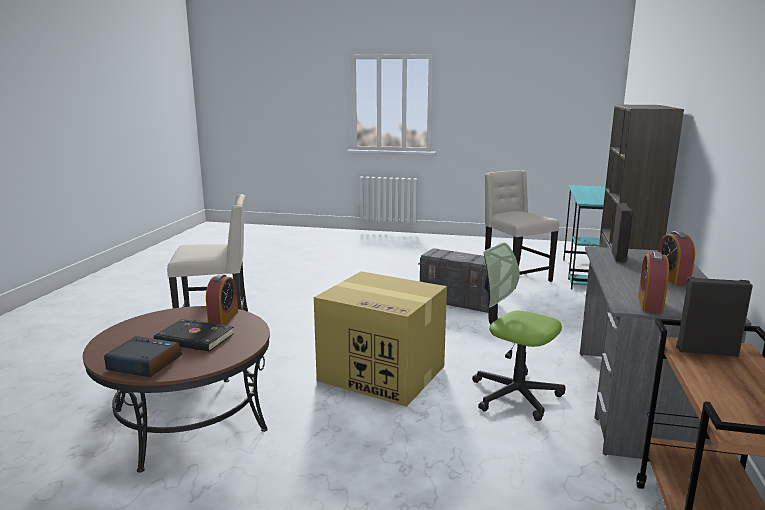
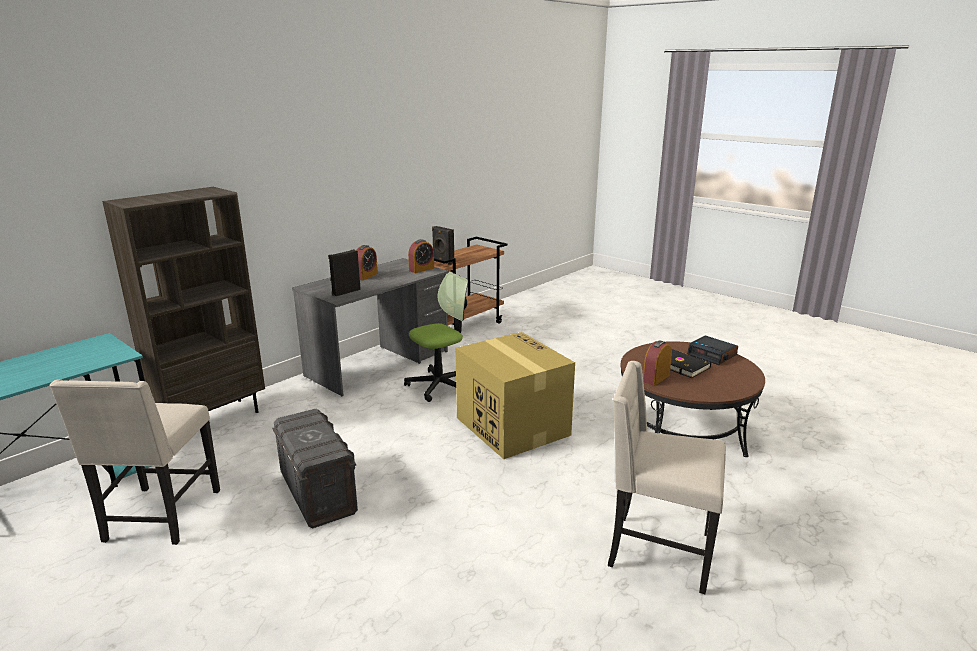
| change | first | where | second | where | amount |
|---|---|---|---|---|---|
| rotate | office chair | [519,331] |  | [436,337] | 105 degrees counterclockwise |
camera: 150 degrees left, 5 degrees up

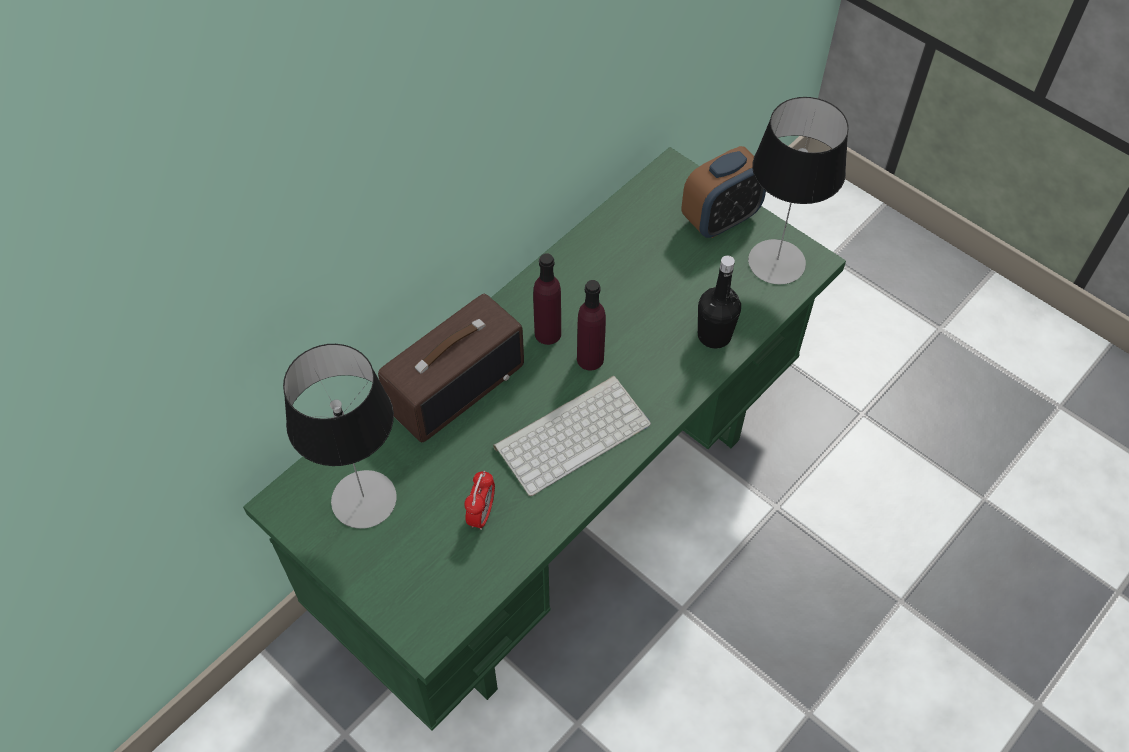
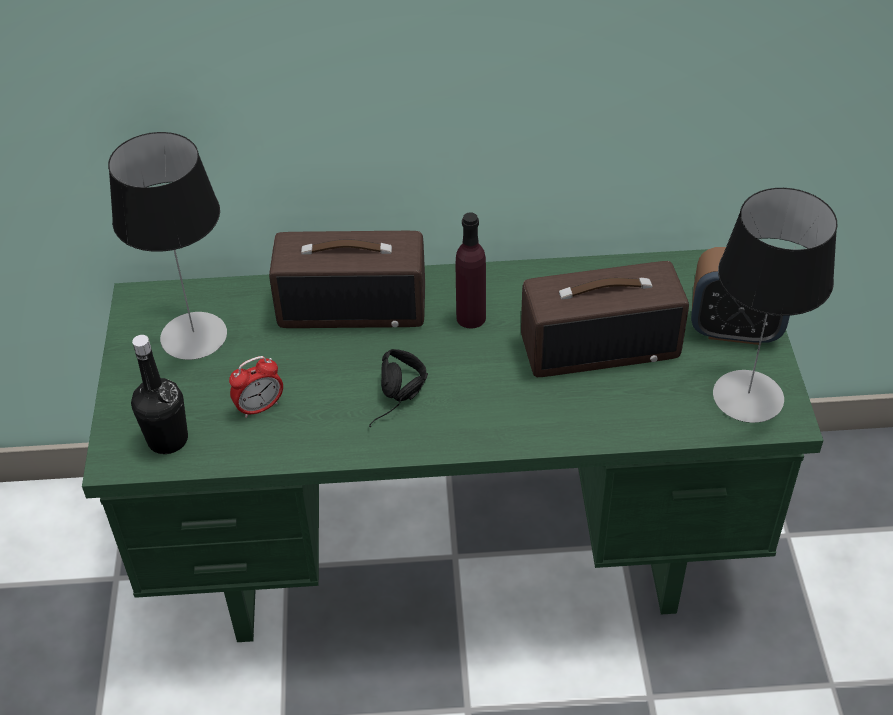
| change | first | where | second | where | amount |
|---|---|---|---|---|---|
| delete | bottle in purple | [591,325] |  |  |  |
| insert |  |  | radio | [605,319] |  |
| move | bottle in black | [719,302] |  | [159,394] |  |
| replace | keyboard | [572,436] | headphones in black | [398,388] |  |
camera: 45 degrees right, 10 degrees down

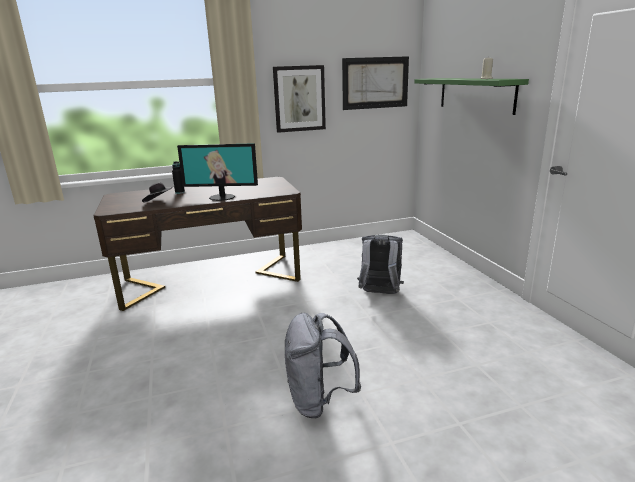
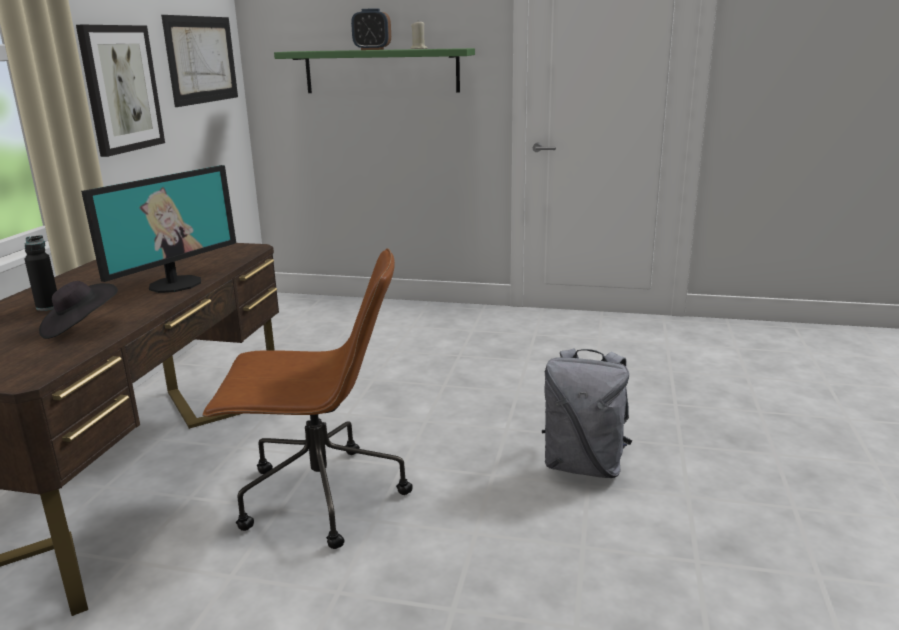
| change | first | where | second | where | amount |
|---|---|---|---|---|---|
| delete | backpack in grey | [380,264] |  |  |  |
| insert |  |  | office chair in brown | [307,398] |  |
| insert |  |  | alarm clock | [371,29] |  |
camera: 60 degrees left, 0 degrees up

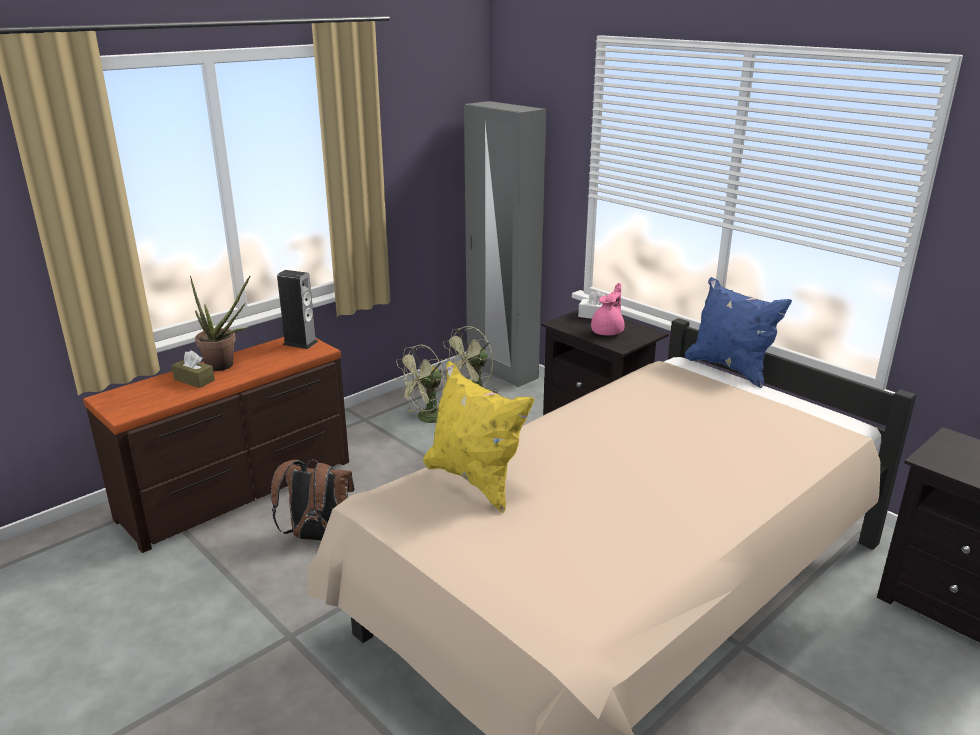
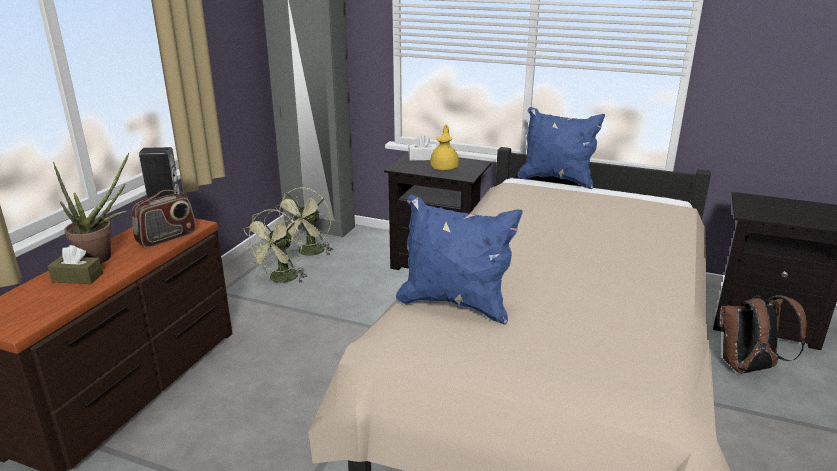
| change | first | where | second | where | amount |
|---|---|---|---|---|---|
| insert |  |  | radio | [164,218] |  |
| move | backpack in brown | [312,500] |  | [763,334] |  |
| recolor | pillow in yellow | [479,437] | pillow in blue | [459,260] |  |
| recolor | teapot in pink | [608,309] | teapot in yellow | [444,147] |  |
camera: 25 degrees left, 0 degrees up

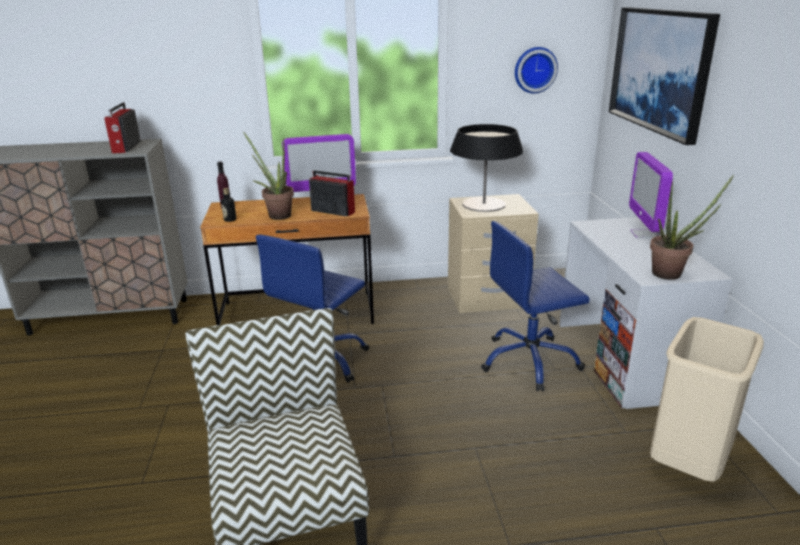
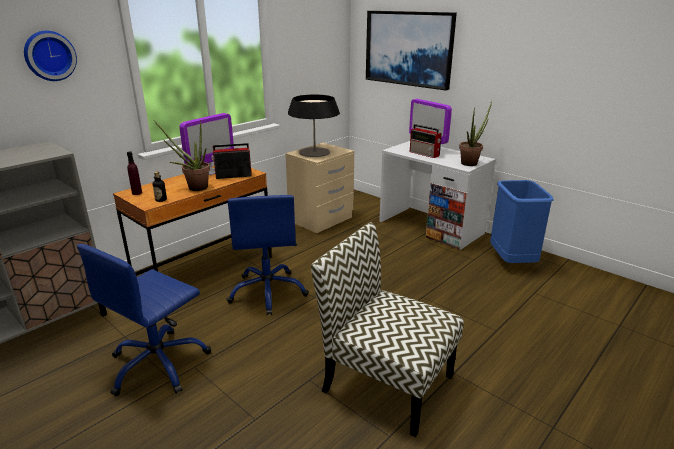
| change | first | where | second | where | amount |
|---|---|---|---|---|---|
| move | radio | [122,127] |  | [426,141] |  |
| move | office chair in blue | [535,306] |  | [144,320] |  |
| move | wall clock | [536,70] |  | [50,56] |  |
| recolor | trash can in beige | [707,399] | trash can in blue | [522,221] |  |
camera: 40 degrees left, 0 degrees up

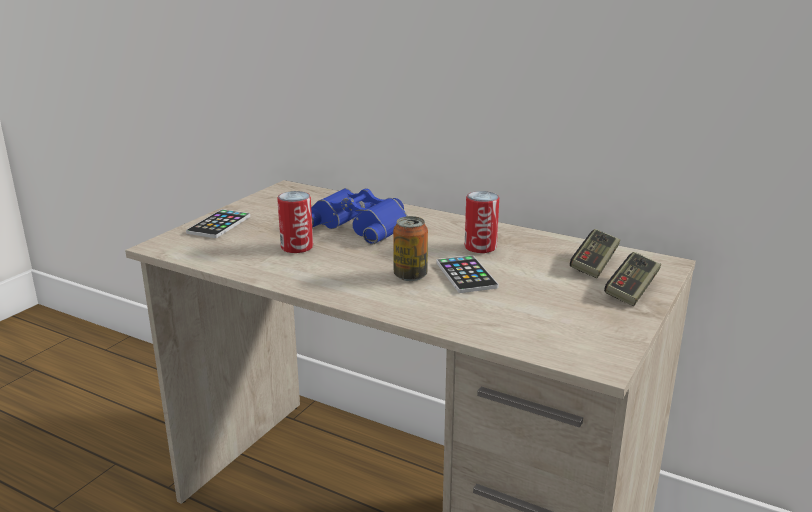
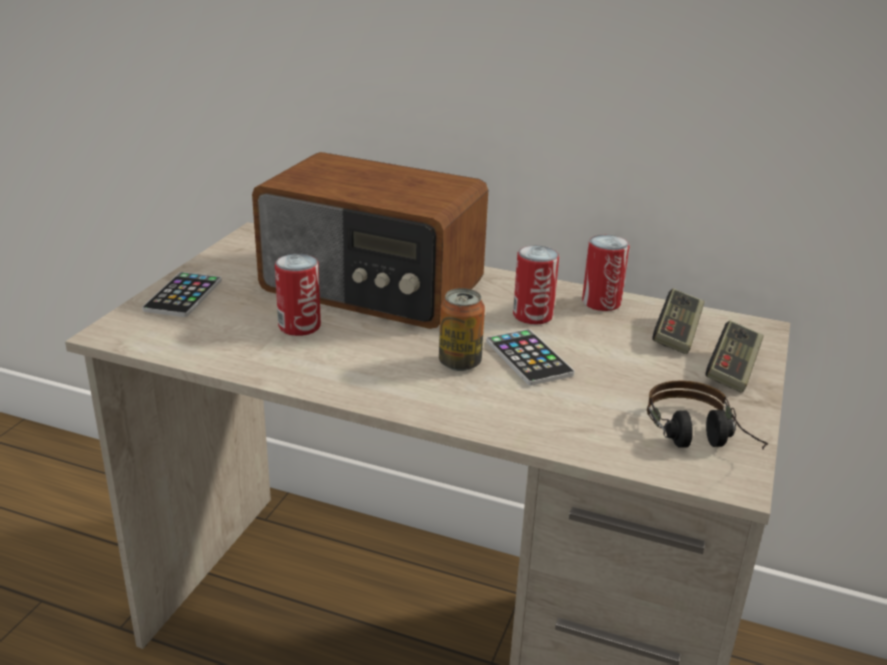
| change | first | where | second | where | amount |
|---|---|---|---|---|---|
| insert |  |  | can | [605,273] |  |
| insert |  |  | headphones | [707,415] |  |
| replace | binoculars in blue | [359,216] | radio | [370,240] |  |
camera: 10 degrees left, 5 degrees up

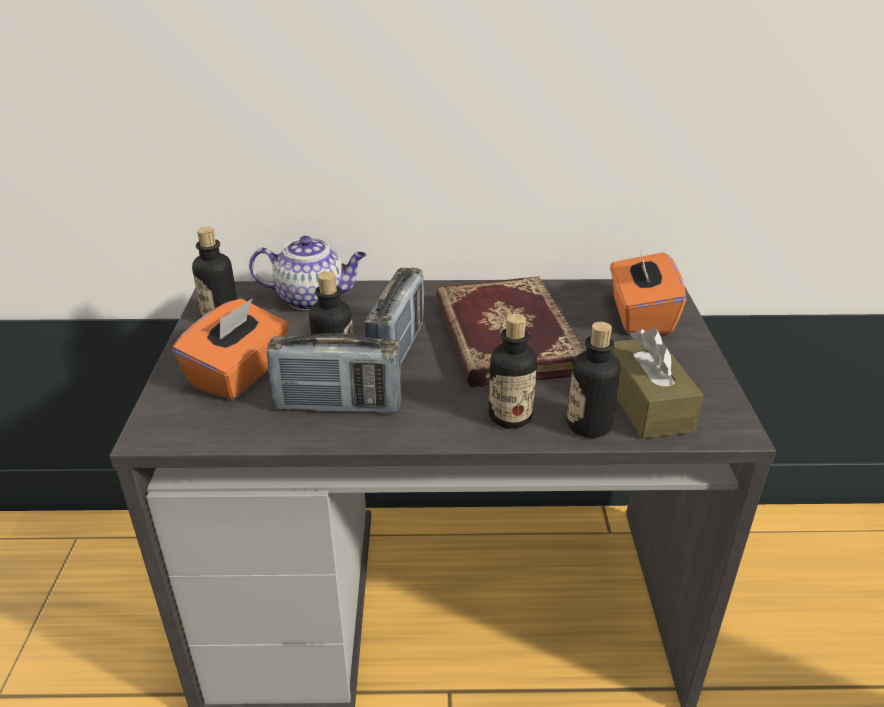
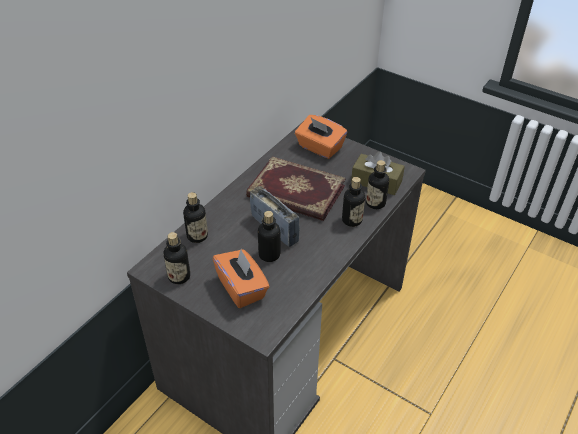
| change | first | where | second | where | amount |
|---|---|---|---|---|---|
| delete | radio | [334,373] |  |  |  |
| replace | teapot | [307,273] | bottle | [195,217] |  |
camera: 55 degrees left, 10 degrees up

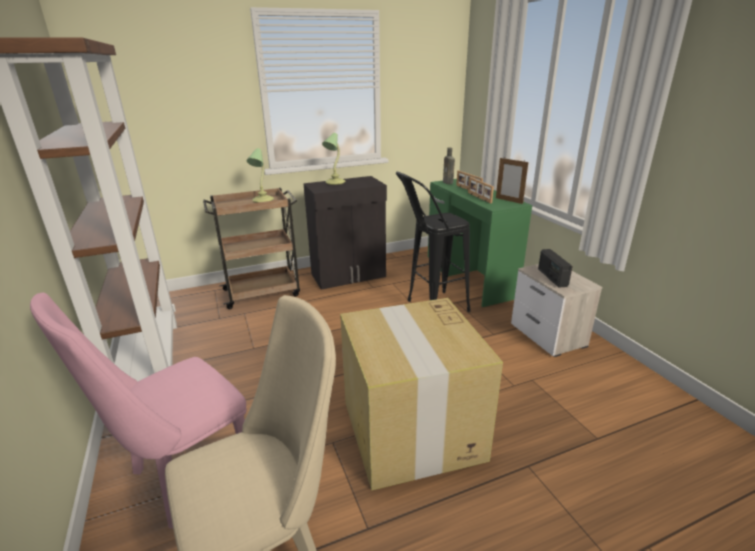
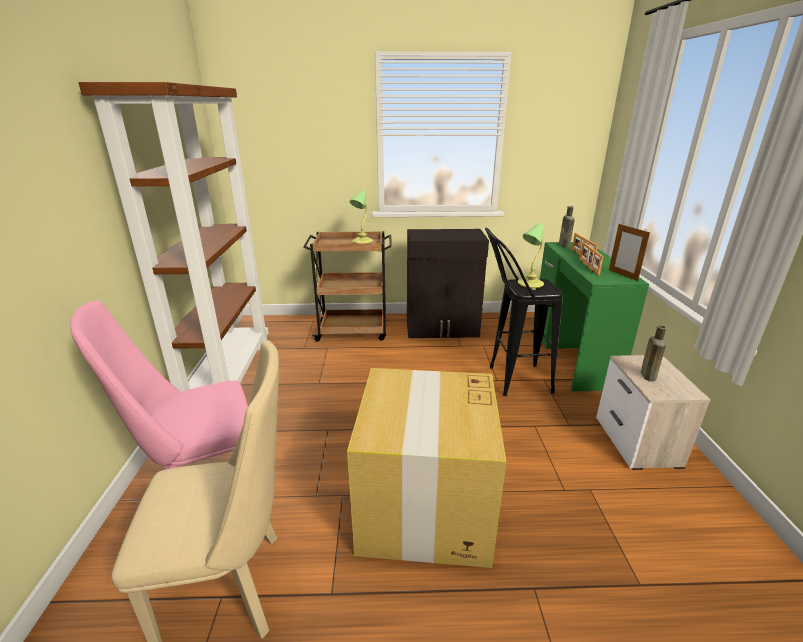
| change | first | where | second | where | amount |
|---|---|---|---|---|---|
| move | table lamp | [333,159] |  | [531,255] |  |
| replace | radio | [555,268] | bottle in brown | [654,353] |  |
camera: 20 degrees right, 0 degrees up

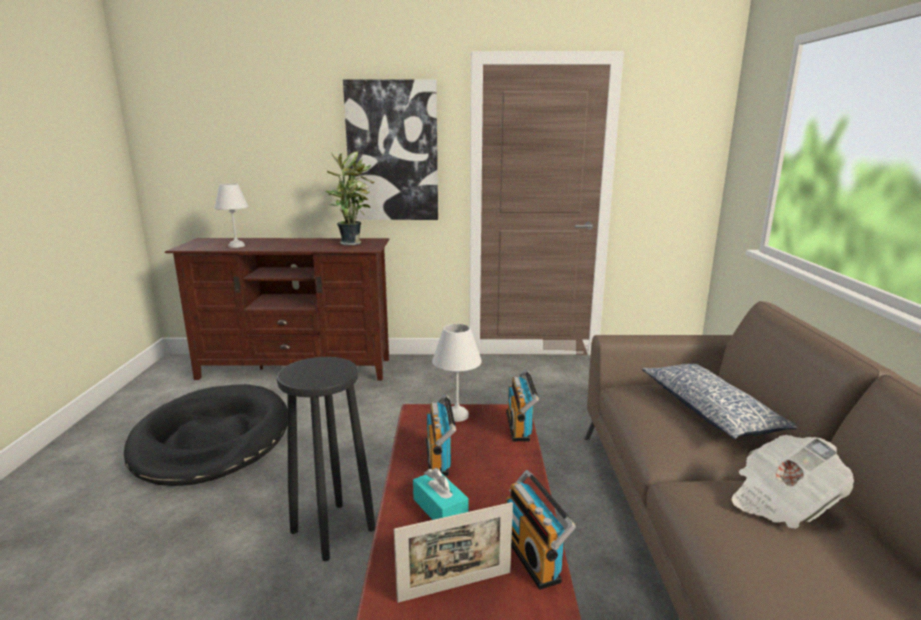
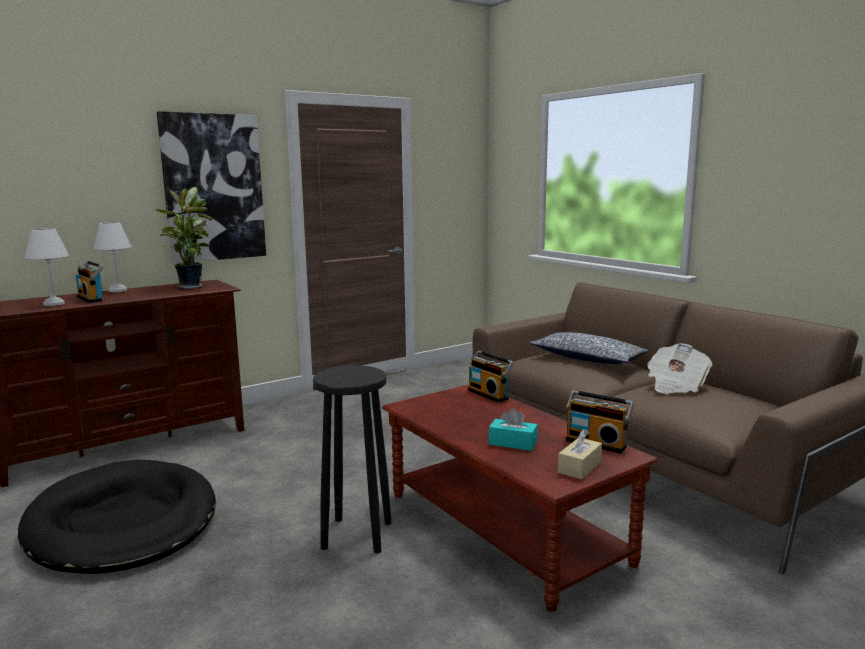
| change | first | where | second | where | amount |
|---|---|---|---|---|---|
| move | radio | [441,435] |  | [90,282] |  |
| move | table lamp in white | [457,373] |  | [112,257] |  |
| replace | picture frame | [453,552] | tissue box in beige | [580,454] |  |
camera: 35 degrees left, 5 degrees down

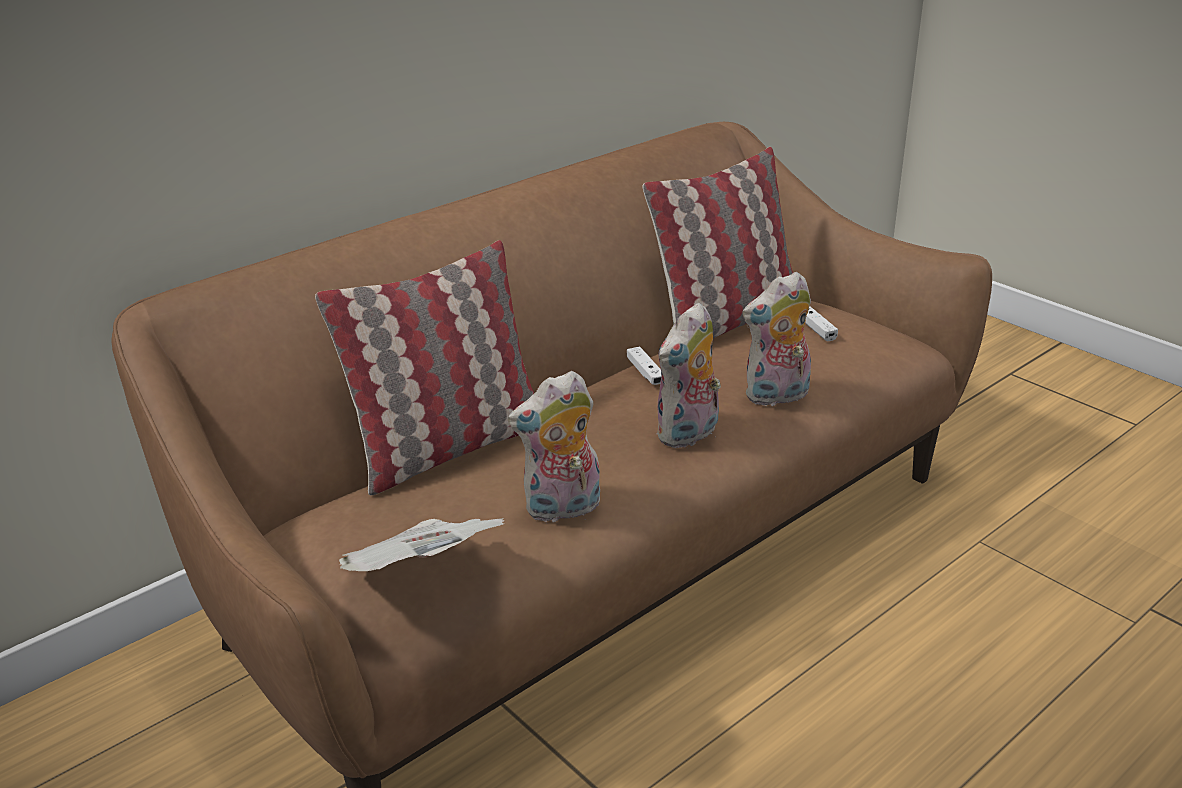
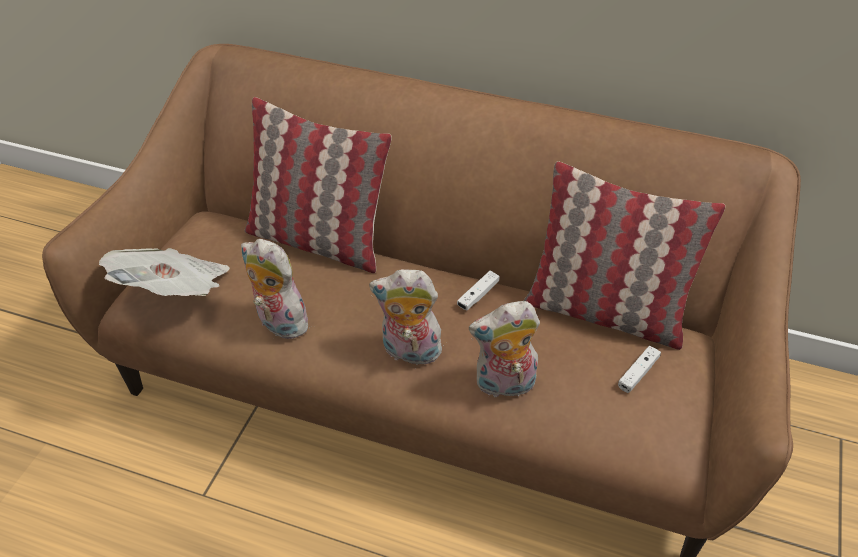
| change | first | where | second | where | amount |
|---|---|---|---|---|---|
| rotate | plush toy | [776,339] |  | [504,349] | 45 degrees counterclockwise |
camera: 60 degrees right, 15 degrees up

